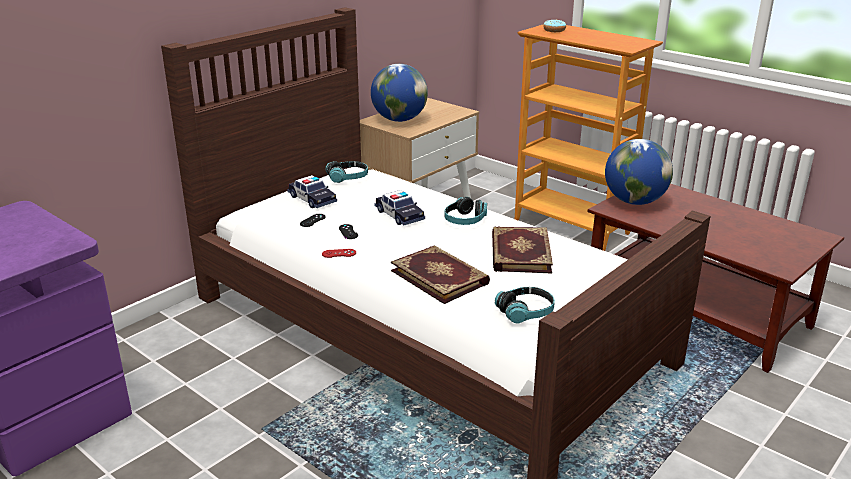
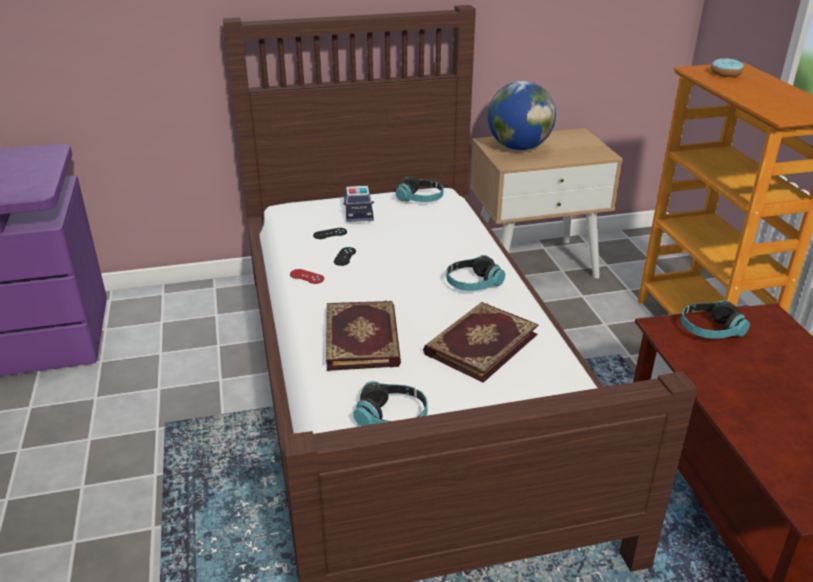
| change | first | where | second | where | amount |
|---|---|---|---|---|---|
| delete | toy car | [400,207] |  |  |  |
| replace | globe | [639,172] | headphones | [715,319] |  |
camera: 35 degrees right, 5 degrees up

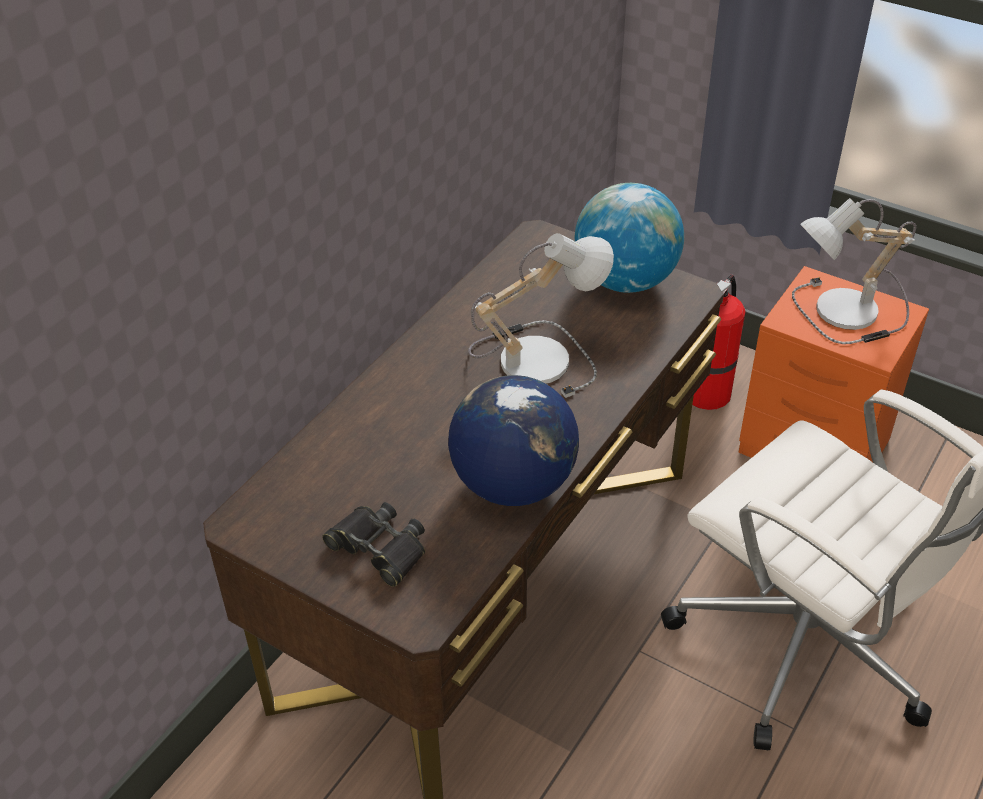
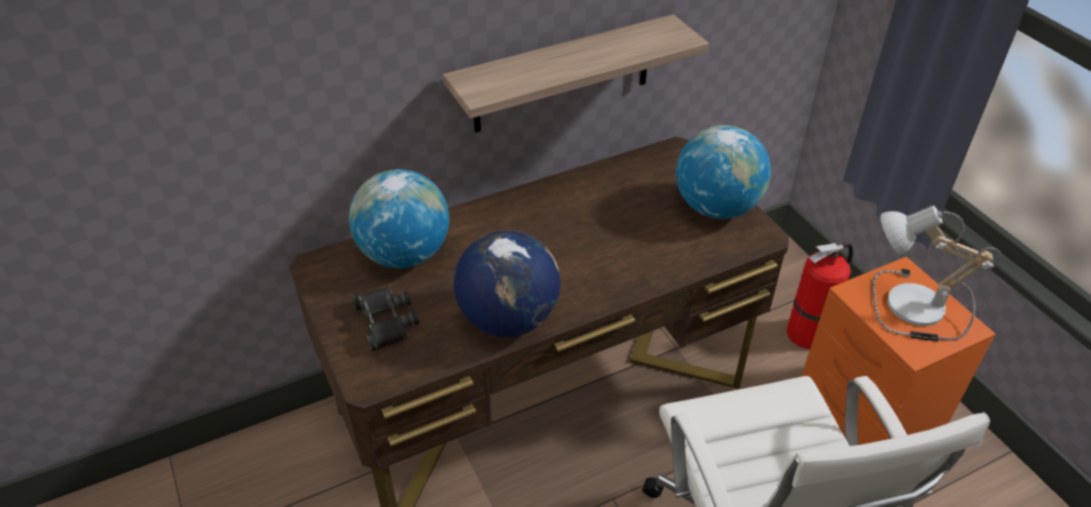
| change | first | where | second | where | amount |
|---|---|---|---|---|---|
| delete | table lamp | [541,315] |  |  |  |
| insert |  |  | globe | [399,218] |  |
| insert |  |  | shelf | [576,73] |  |
camera: 30 degrees right, 0 degrees up

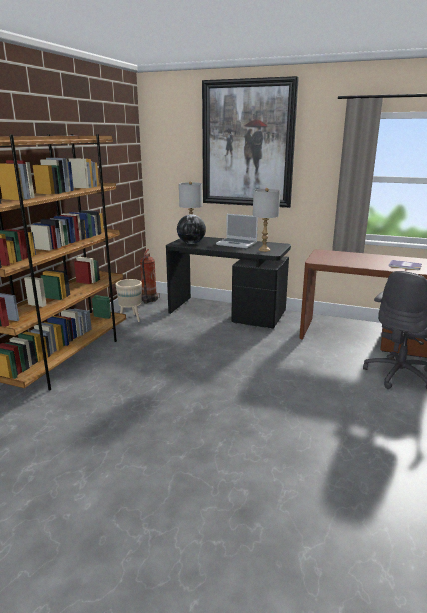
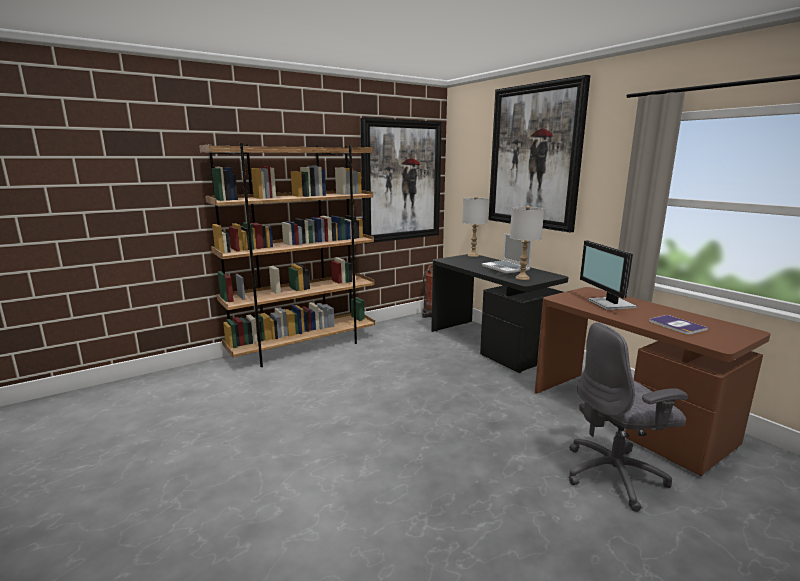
| change | first | where | second | where | amount |
|---|---|---|---|---|---|
| delete | planter in beige | [129,300] |  |  |  |
| delete | globe | [191,229] |  |  |  |
| insert |  |  | picture | [401,181] |  |
| insert |  |  | monitor | [608,275] |  |
camera: 35 degrees right, 5 degrees down

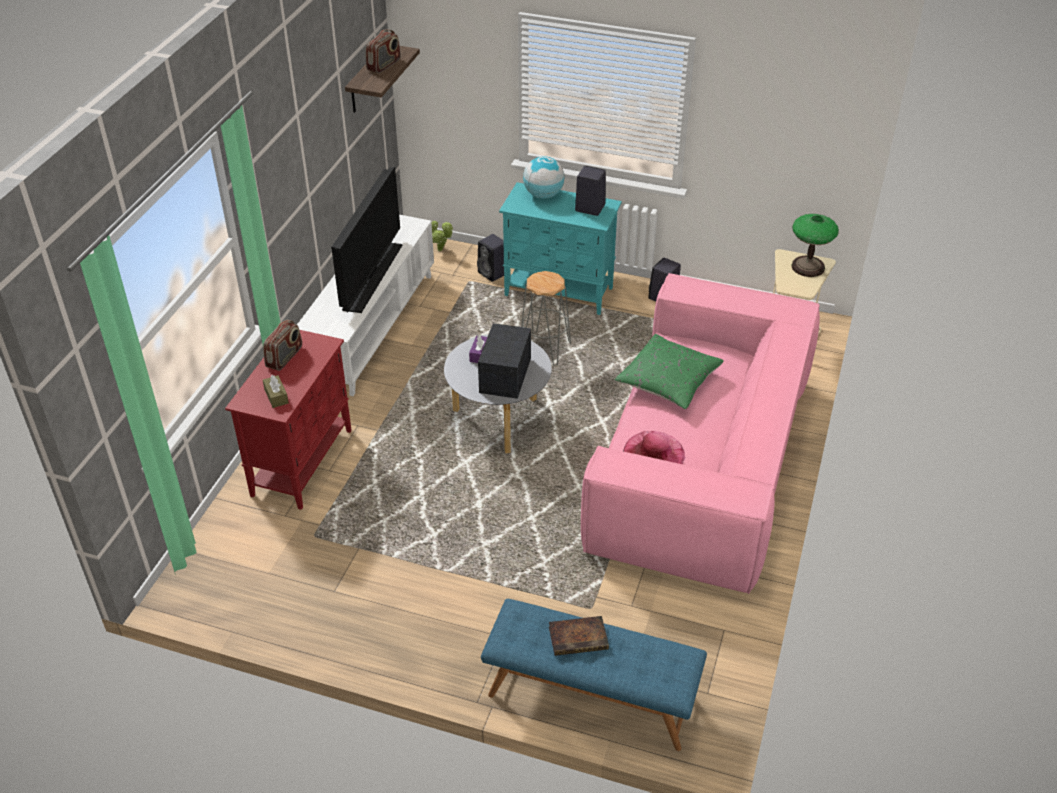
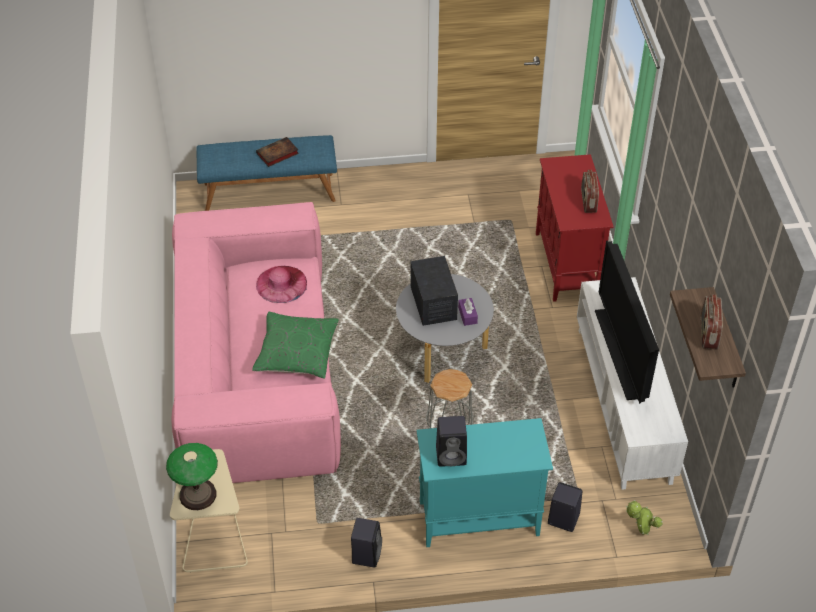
| change | first | where | second | where | amount |
|---|---|---|---|---|---|
| delete | tissue box in brown | [276,391] |  |  |  |
| delete | globe | [544,177] |  |  |  |
camera: 155 degrees right, 5 degrees up

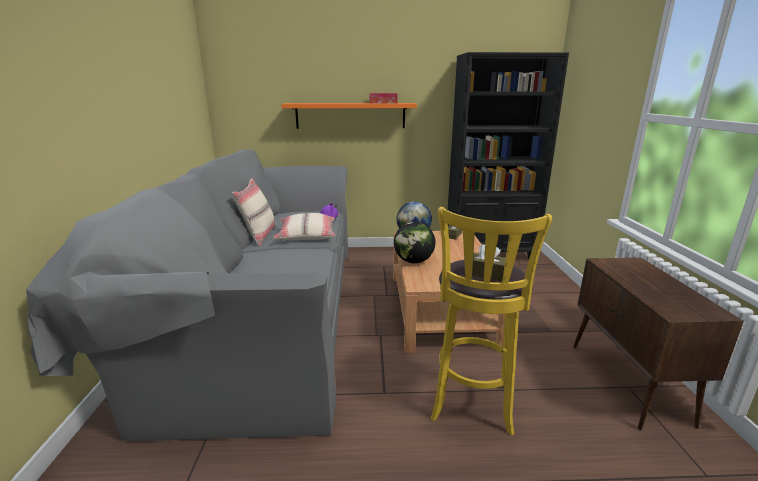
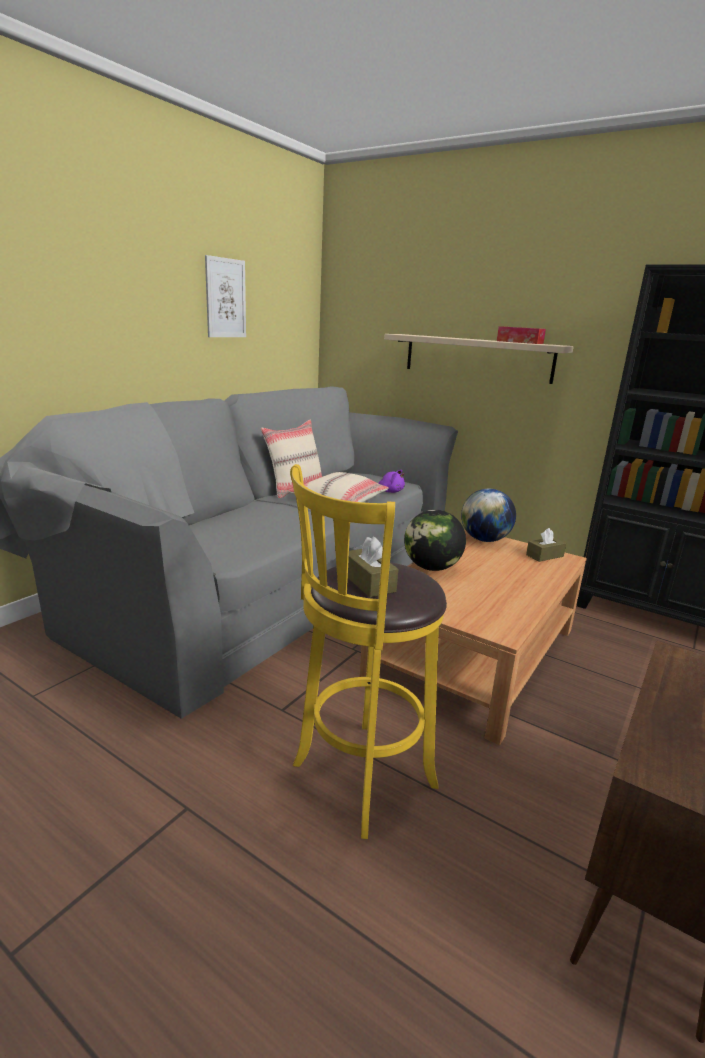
| change | first | where | second | where | amount |
|---|---|---|---|---|---|
| insert |  |  | picture | [225,296] |  |
| recolor | shelf in orange | [349,116] | shelf in beige | [479,359] |  |
camera: 35 degrees right, 0 degrees up

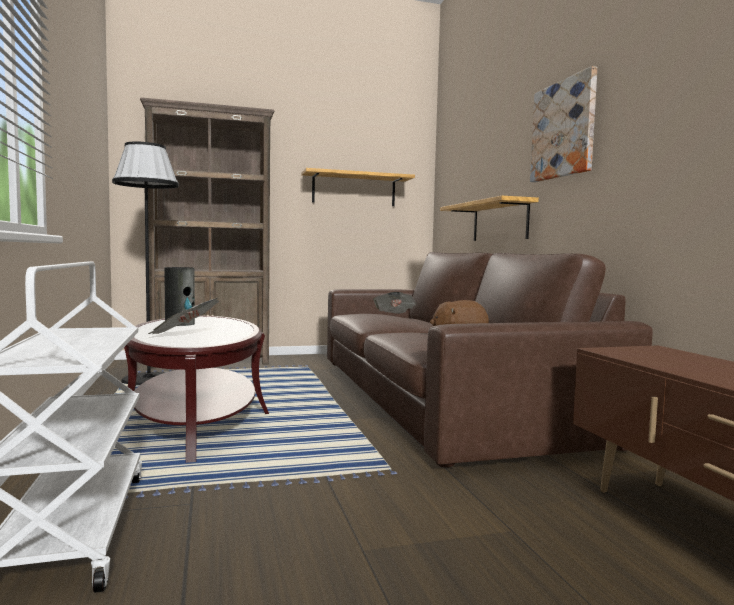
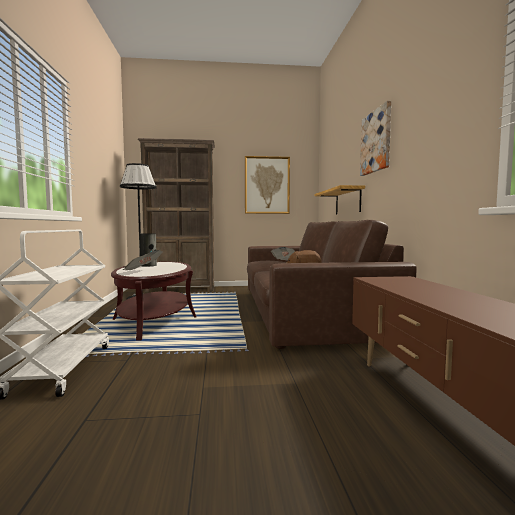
| change | first | where | second | where | amount |
|---|---|---|---|---|---|
| replace | shelf | [358,187] | picture | [267,185] |  |
camera: 10 degrees right, 0 degrees up

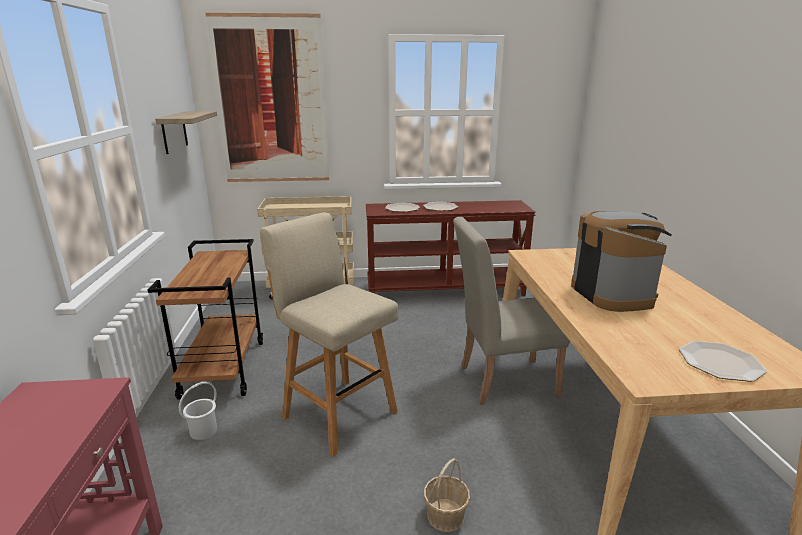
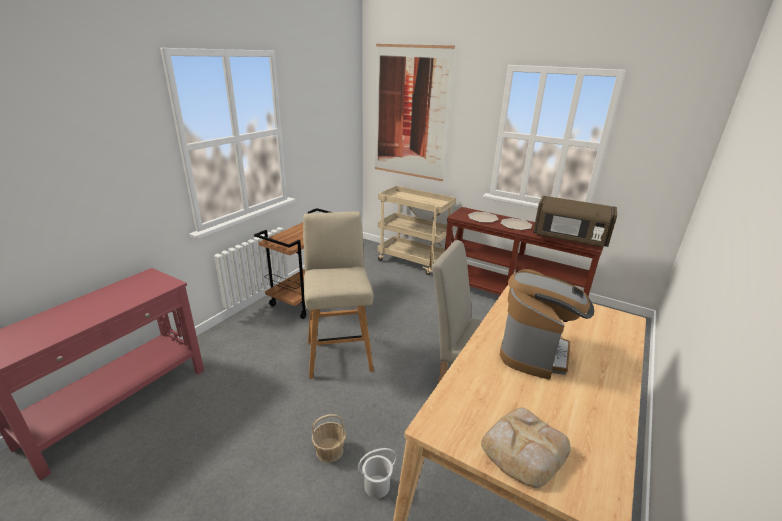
| change | first | where | second | where | amount |
|---|---|---|---|---|---|
| delete | shelf | [186,132] |  |  |  |
| insert |  |  | microwave in brown | [575,221] |  |
| move | bucket in white | [198,411] |  | [377,473] |  |
| replace | plate | [723,361] | bread | [526,448] |  |
camera: 35 degrees right, 5 degrees up

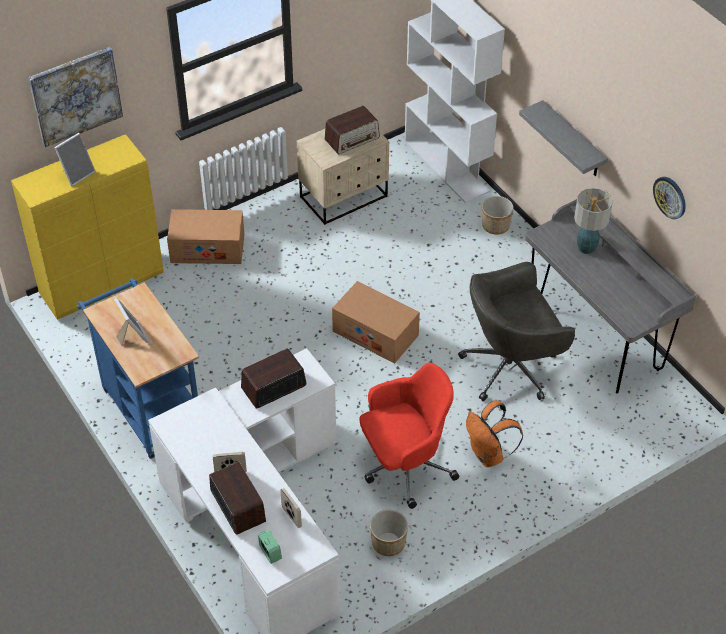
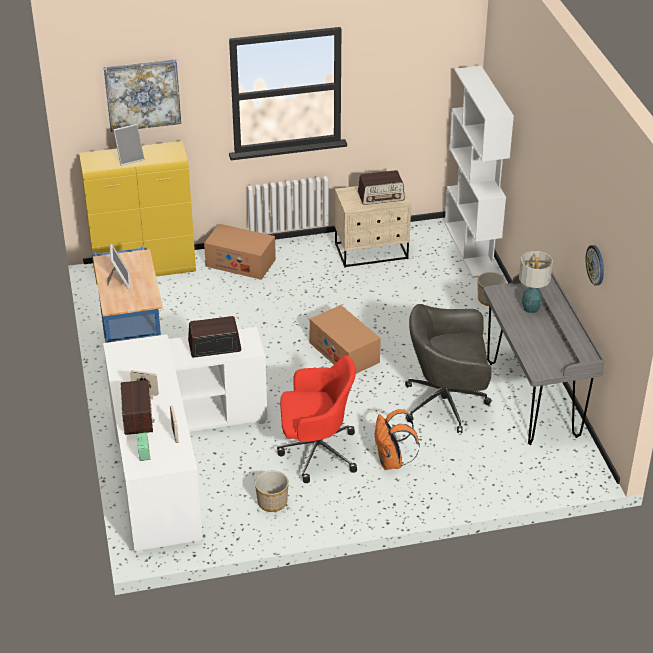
| change | first | where | second | where | amount |
|---|---|---|---|---|---|
| delete | shelf in grey | [563,138] |  |  |  |
camera: 20 degrees right, 10 degrees down

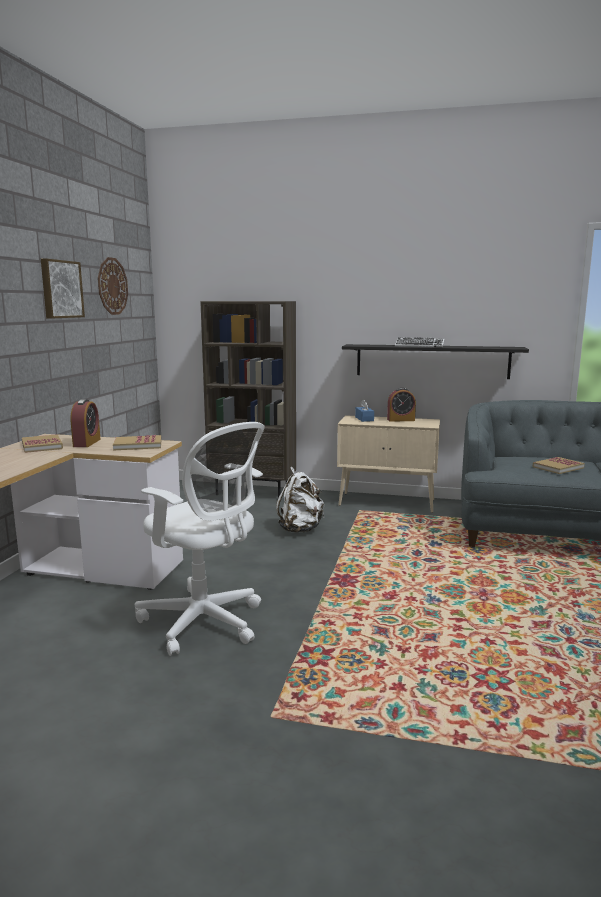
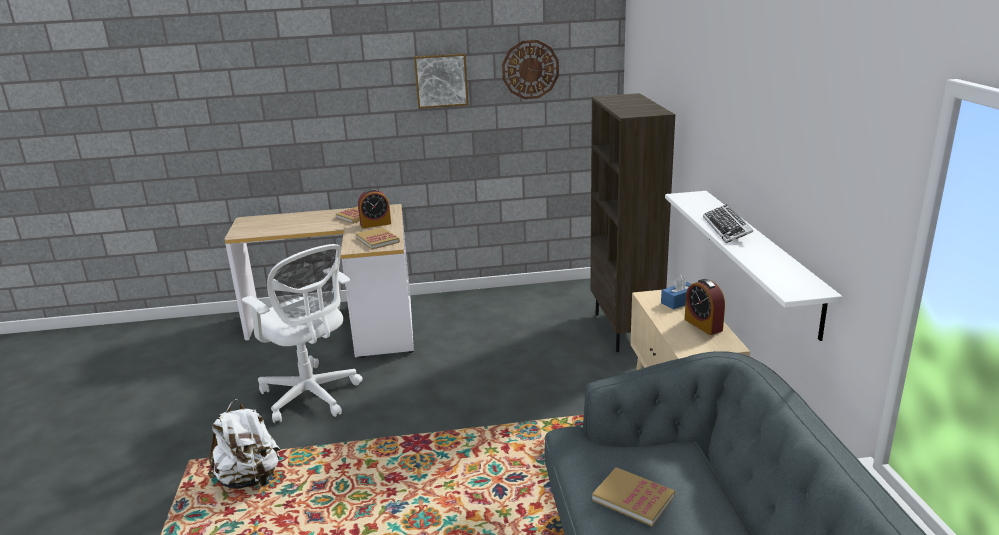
| change | first | where | second | where | amount |
|---|---|---|---|---|---|
| move | backpack in white | [300,499] |  | [244,444] |  |
| recolor | shelf in black | [435,361] | shelf in white | [754,266] |  |
| rotate | office chair in white | [200,539] |  | [302,333] | 60 degrees counterclockwise |
camera: 70 degrees right, 10 degrees up

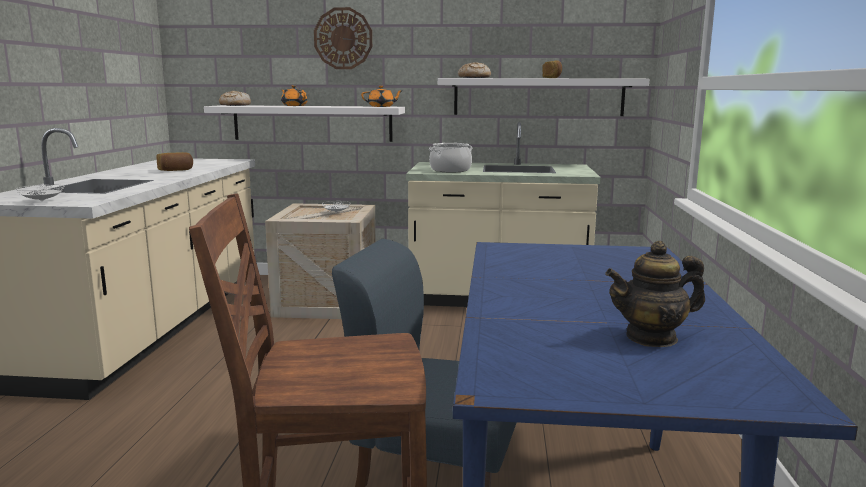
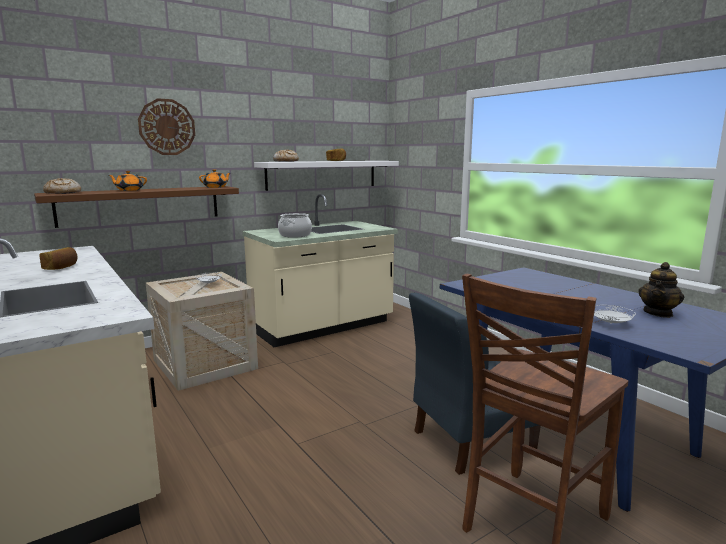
| change | first | where | second | where | amount |
|---|---|---|---|---|---|
| move | plate in white | [40,192] |  | [615,314] |  |
| recolor | shelf in white | [304,123] | shelf in brown | [136,207] |  |
camera: 40 degrees left, 0 degrees up

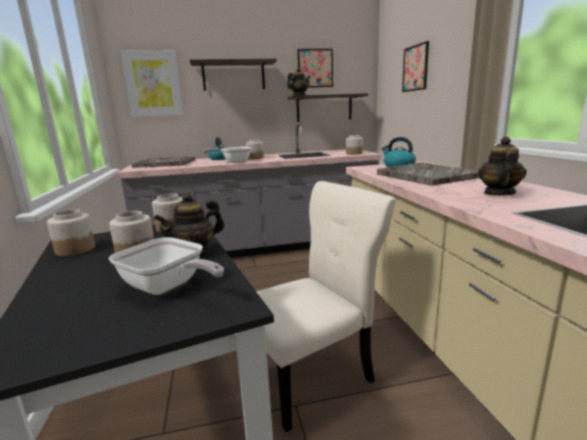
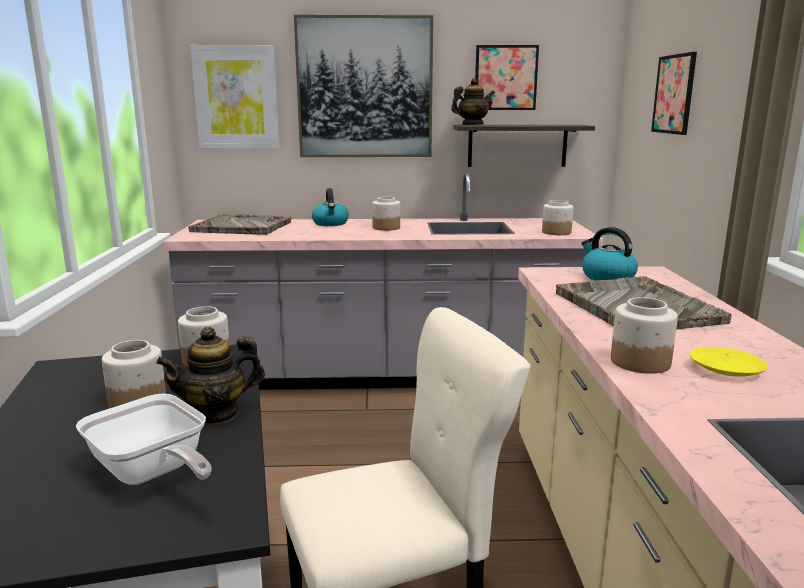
| change | first | where | second | where | amount |
|---|---|---|---|---|---|
| delete | frying pan | [227,154] |  |  |  |
| move | jar | [71,232] |  | [644,335] |  |
| replace | shelf | [233,75] | picture | [363,86] |  |
| replace | teapot | [502,166] | plate in yellow | [729,362] |  |
camera: 10 degrees right, 0 degrees up

